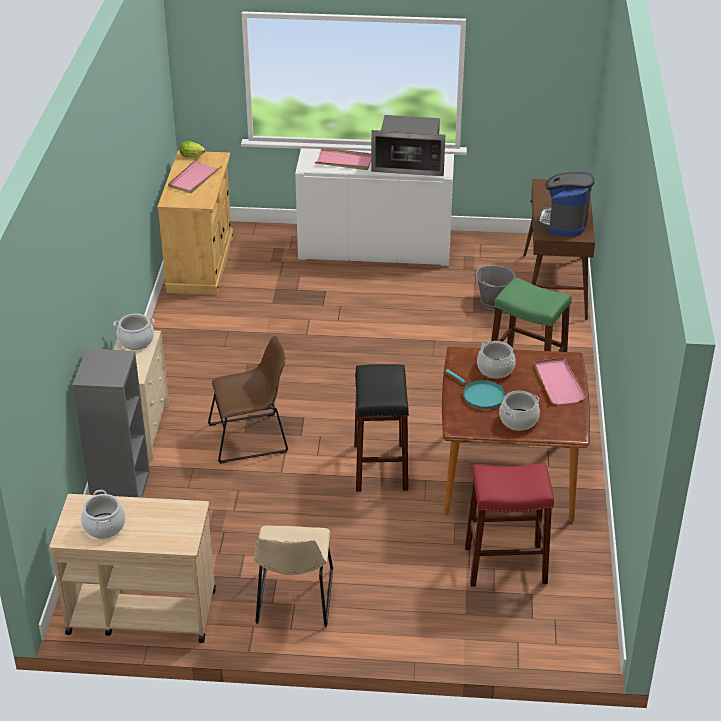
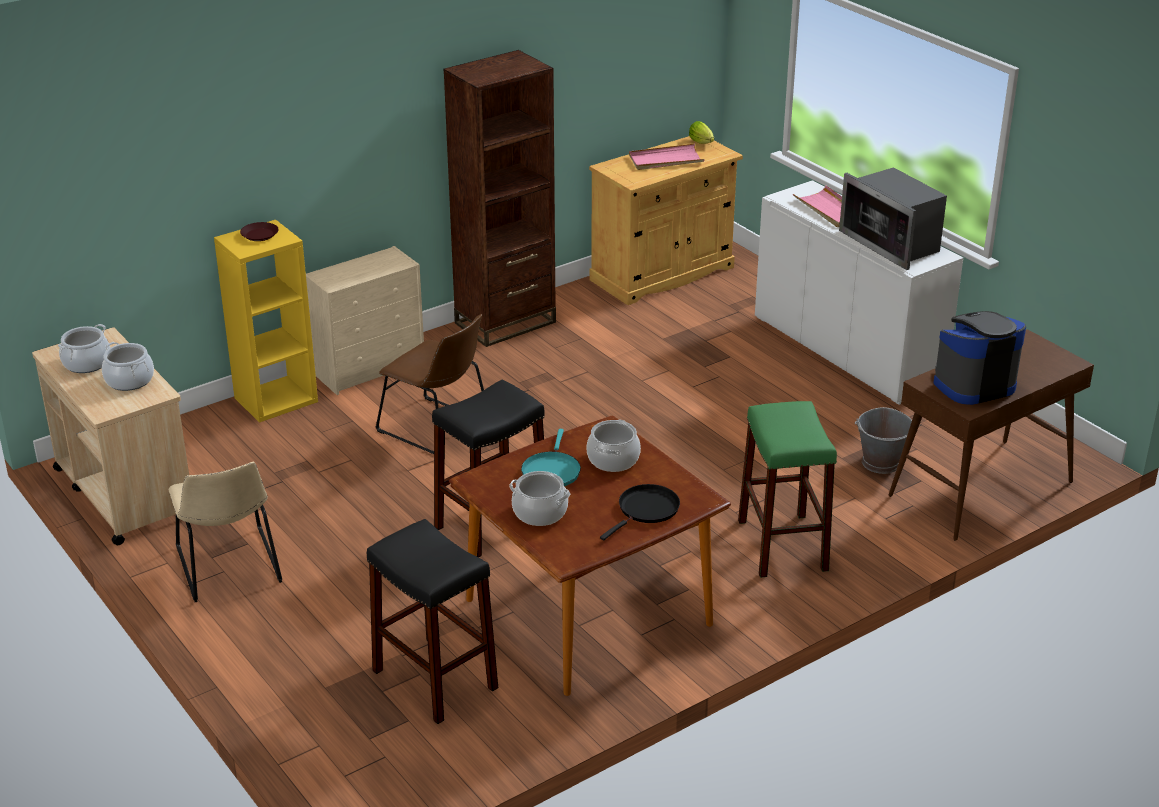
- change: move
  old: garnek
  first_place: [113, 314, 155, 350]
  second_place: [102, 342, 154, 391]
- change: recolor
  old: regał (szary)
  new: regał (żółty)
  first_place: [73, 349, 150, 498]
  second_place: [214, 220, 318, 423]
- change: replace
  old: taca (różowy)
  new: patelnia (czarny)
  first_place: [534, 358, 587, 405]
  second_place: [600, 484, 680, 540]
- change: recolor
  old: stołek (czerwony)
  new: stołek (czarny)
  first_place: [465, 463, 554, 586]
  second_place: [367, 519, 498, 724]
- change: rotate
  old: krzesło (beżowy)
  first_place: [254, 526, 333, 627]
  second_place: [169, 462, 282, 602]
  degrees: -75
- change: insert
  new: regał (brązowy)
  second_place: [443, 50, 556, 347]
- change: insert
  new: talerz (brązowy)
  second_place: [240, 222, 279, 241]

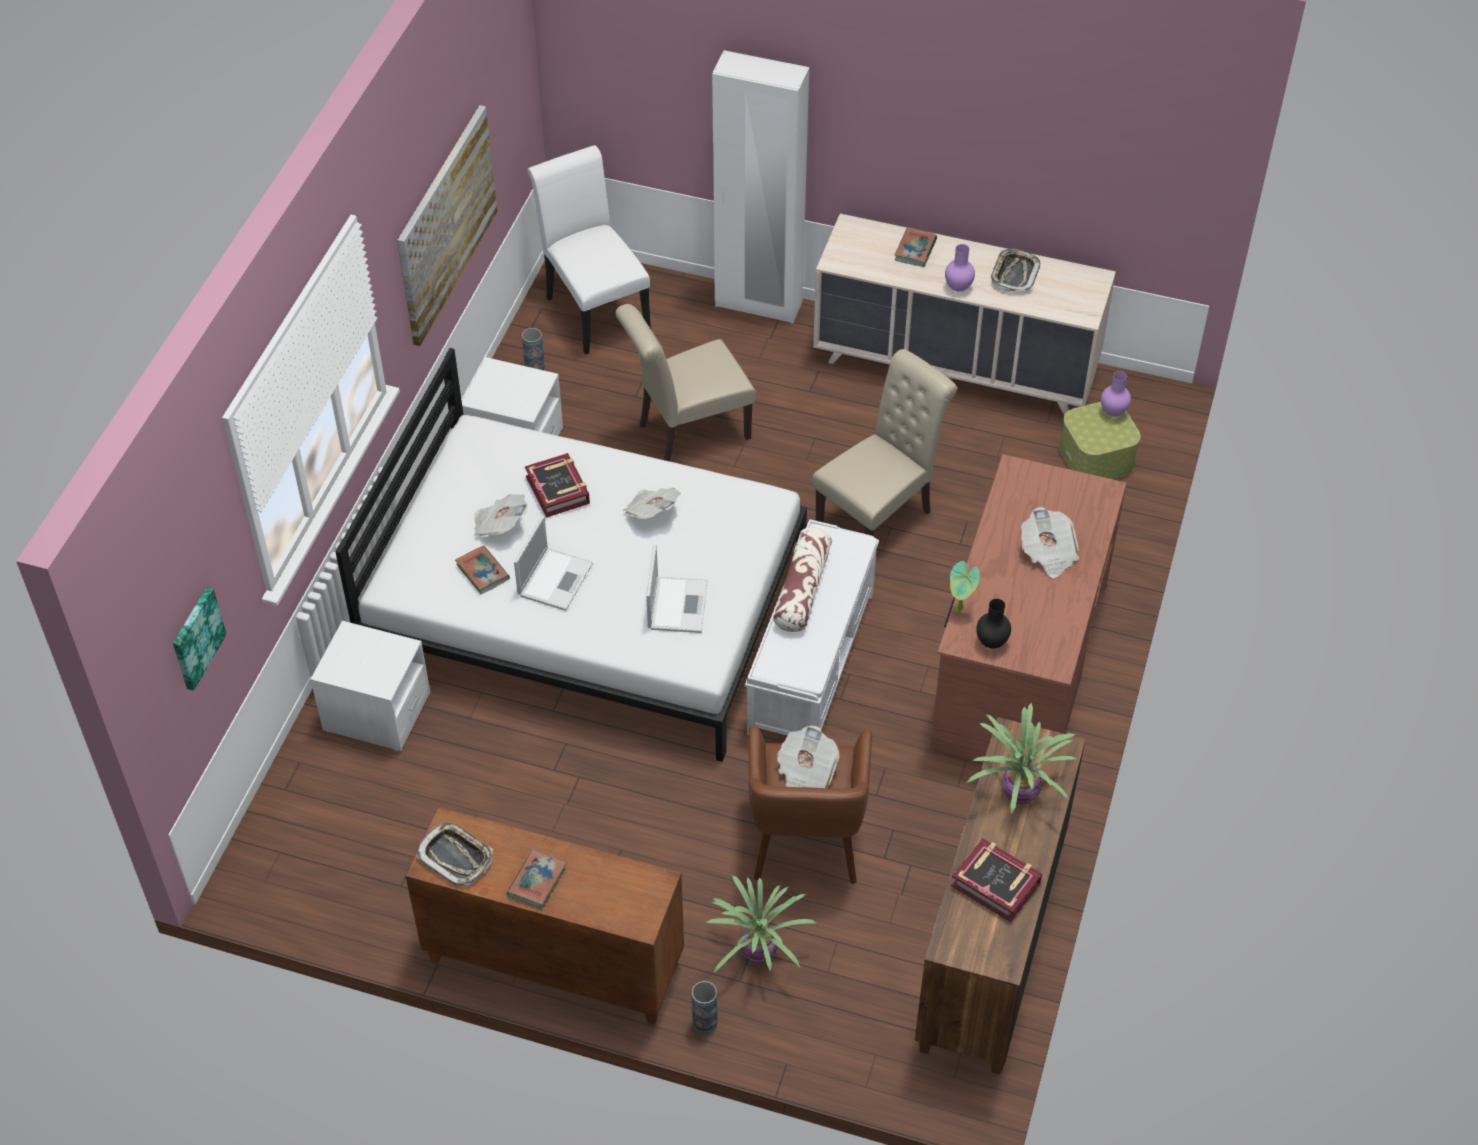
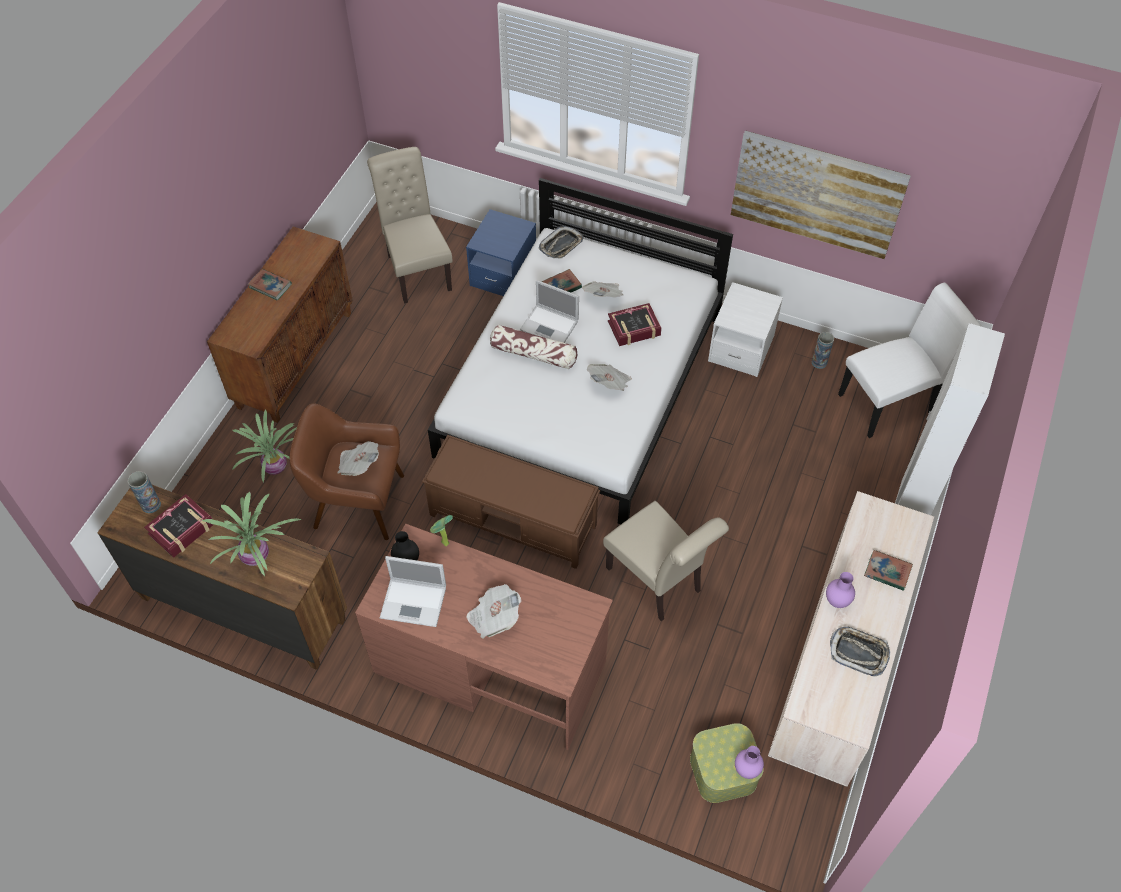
- change: move
  old: krzesło (beżowy)
  first_place: [615, 304, 756, 461]
  second_place: [367, 147, 453, 304]
- change: recolor
  old: ławka (biały)
  new: ławka (brązowy)
  first_place: [745, 519, 879, 735]
  second_place: [422, 435, 600, 569]
- change: move
  old: poduszka
  first_place: [773, 528, 832, 632]
  second_place: [490, 325, 577, 369]
- change: move
  old: laptop
  first_place: [646, 545, 708, 633]
  second_place: [380, 556, 446, 627]
- change: delete
  old: obraz
  first_place: [173, 587, 227, 691]
- change: recolor
  old: szafka nocna (biały)
  new: szafka nocna (niebieski)
  first_place: [310, 621, 430, 751]
  second_place: [466, 209, 536, 296]
- change: move
  old: taca
  first_place: [416, 822, 493, 886]
  second_place: [539, 226, 583, 259]
- change: move
  old: wazon
  first_place: [692, 981, 718, 1034]
  second_place: [127, 471, 161, 513]

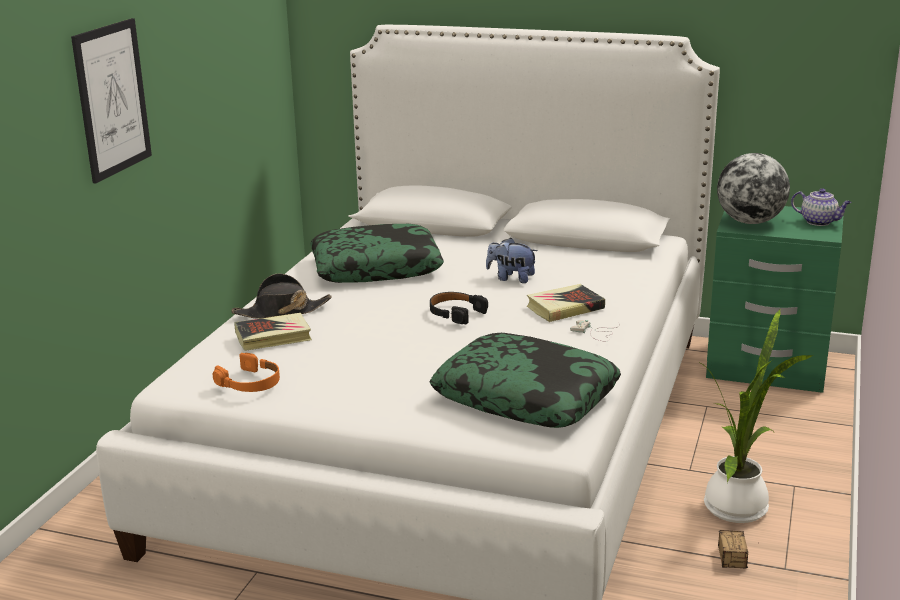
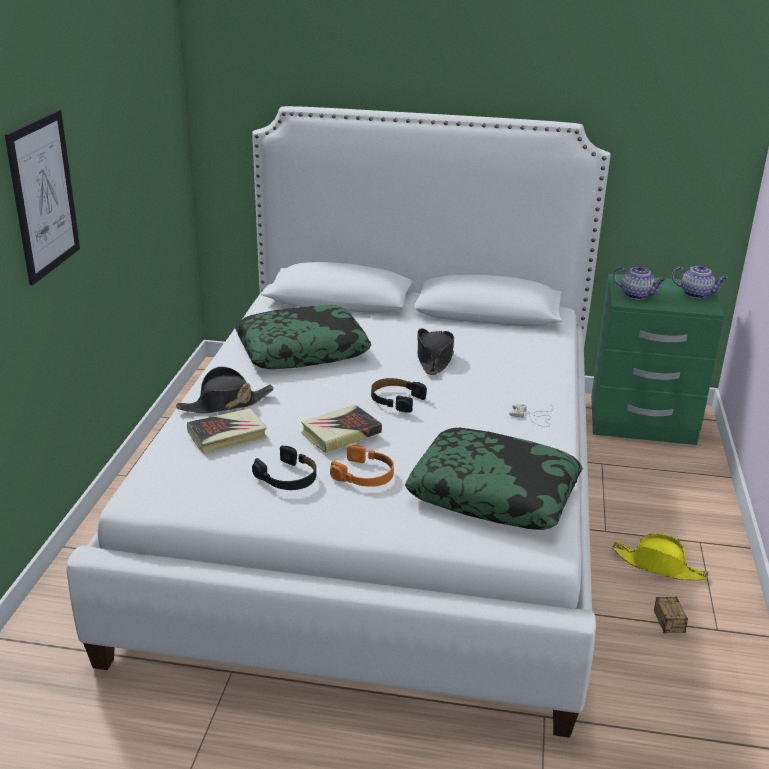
- change: replace
  old: globus
  new: imbryk
  first_place: [717, 153, 790, 224]
  second_place: [613, 265, 666, 299]
- change: replace
  old: pluszak
  new: kapelusz (czarny)
  first_place: [486, 238, 538, 283]
  second_place: [418, 328, 454, 375]
- change: move
  old: książka
  first_place: [527, 284, 605, 322]
  second_place: [301, 405, 382, 453]
- change: replace
  old: roślina doniczkowa
  new: kapelusz (żółty)
  first_place: [702, 310, 813, 523]
  second_place: [612, 533, 709, 580]
- change: move
  old: słuchawki (pomarańczowy)
  first_place: [213, 353, 280, 392]
  second_place: [330, 445, 394, 487]
- change: insert
  new: słuchawki (czarny)
  second_place: [252, 445, 316, 490]

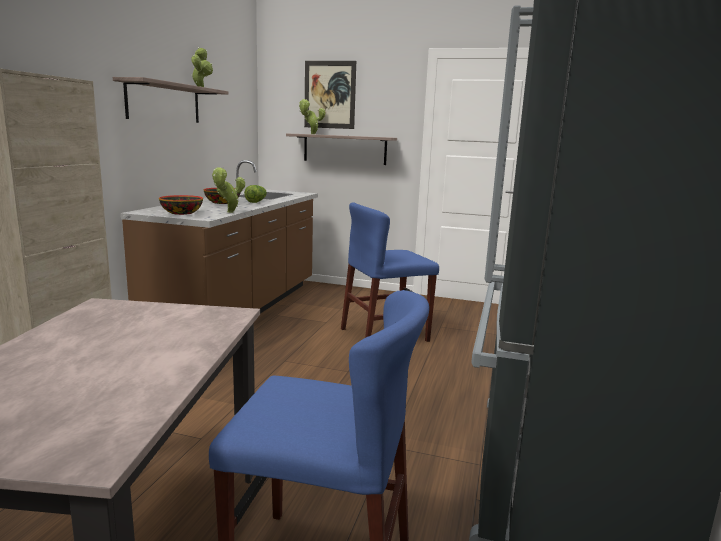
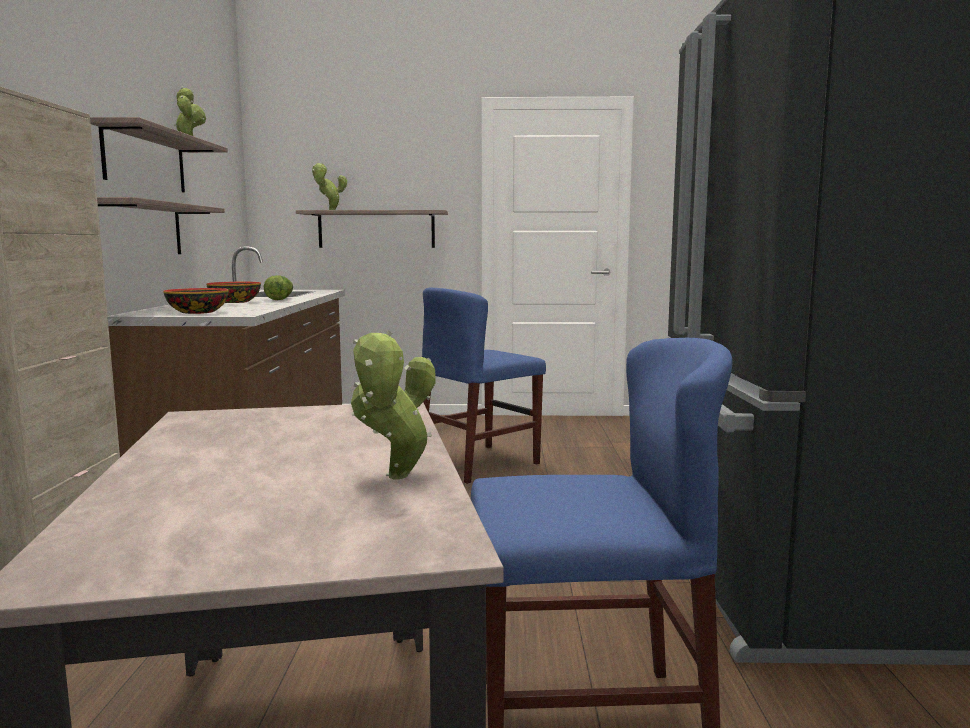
- change: delete
  old: obraz
  first_place: [304, 61, 356, 129]
- change: move
  old: roślina doniczkowa
  first_place: [212, 167, 245, 213]
  second_place: [351, 330, 435, 479]
- change: insert
  new: półka
  second_place: [97, 197, 225, 254]

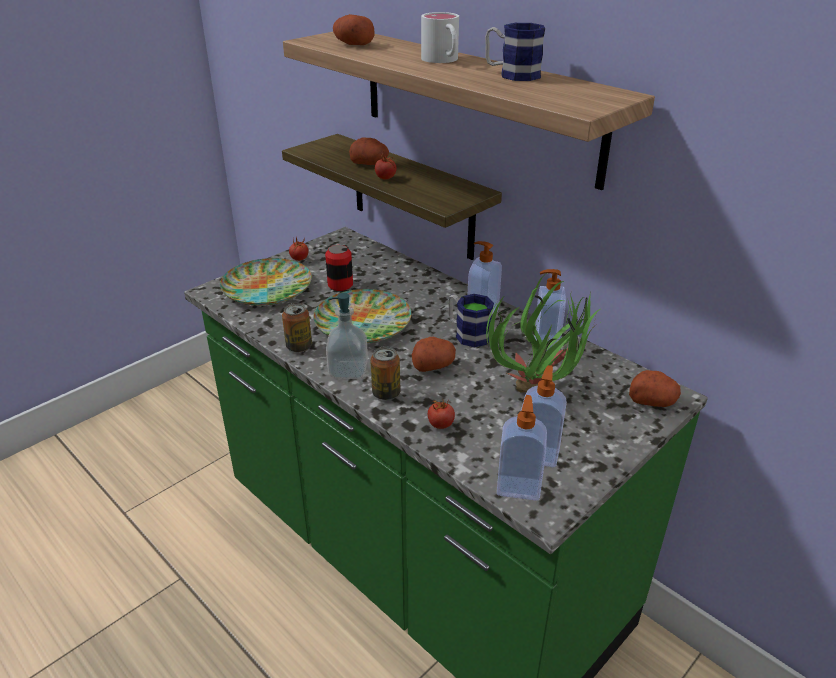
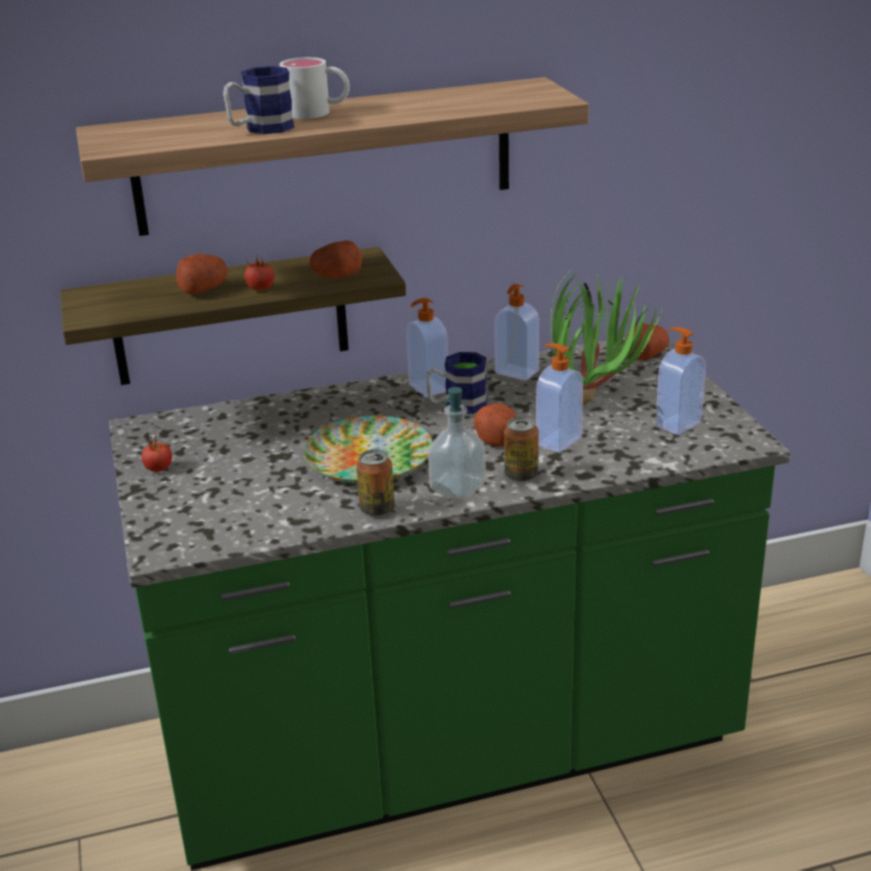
- change: move
  old: ziemniak
  first_place: [333, 14, 375, 45]
  second_place: [310, 240, 362, 279]
- change: move
  old: kubek
  first_place: [485, 23, 545, 81]
  second_place: [223, 66, 294, 134]
- change: delete
  old: puszka
  first_place: [325, 245, 353, 291]
- change: delete
  old: talerz
  first_place: [220, 258, 312, 306]
- change: move
  old: dozownik mydła
  first_place: [497, 395, 547, 500]
  second_place: [536, 343, 583, 453]
- change: delete
  old: pomidor
  first_place: [428, 401, 455, 429]

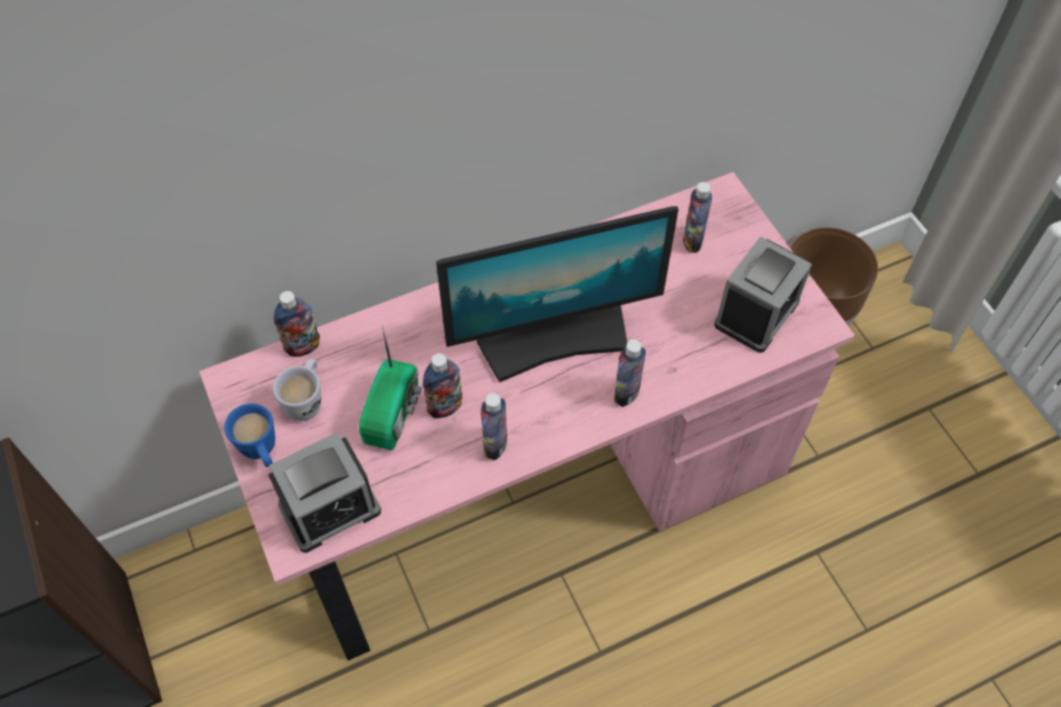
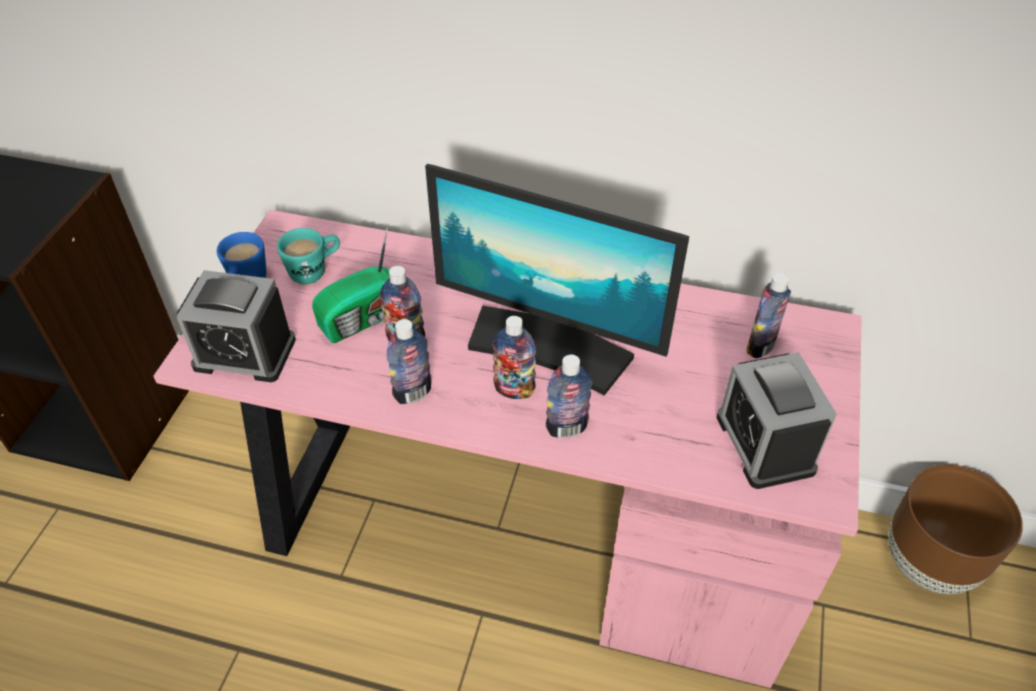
- change: rotate
  old: budzik
  first_place: [714, 236, 812, 353]
  second_place: [716, 352, 837, 489]
  degrees: 90
- change: move
  old: butelka
  first_place: [274, 291, 320, 357]
  second_place: [492, 316, 536, 399]
- change: recolor
  old: kubek (biały)
  new: kubek (turkusowy)
  first_place: [273, 358, 321, 421]
  second_place: [277, 228, 340, 284]

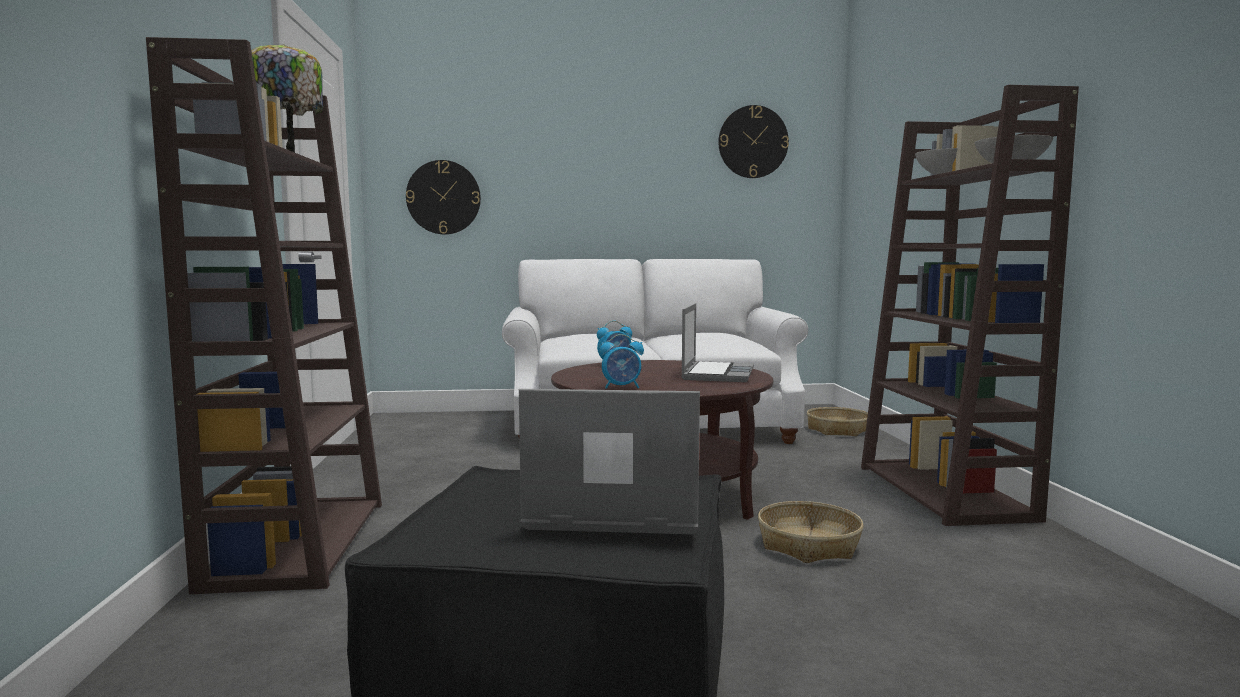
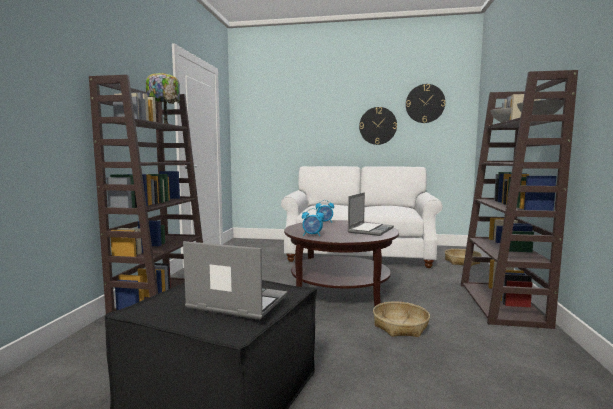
- change: move
  old: zegar ścienny
  first_place: [406, 160, 481, 235]
  second_place: [359, 107, 397, 145]

